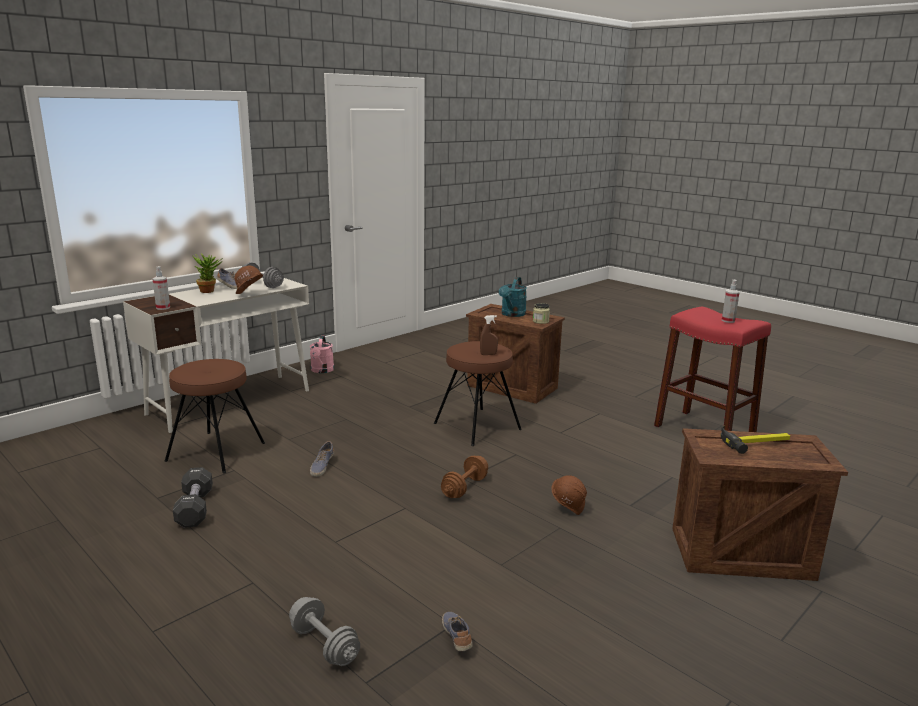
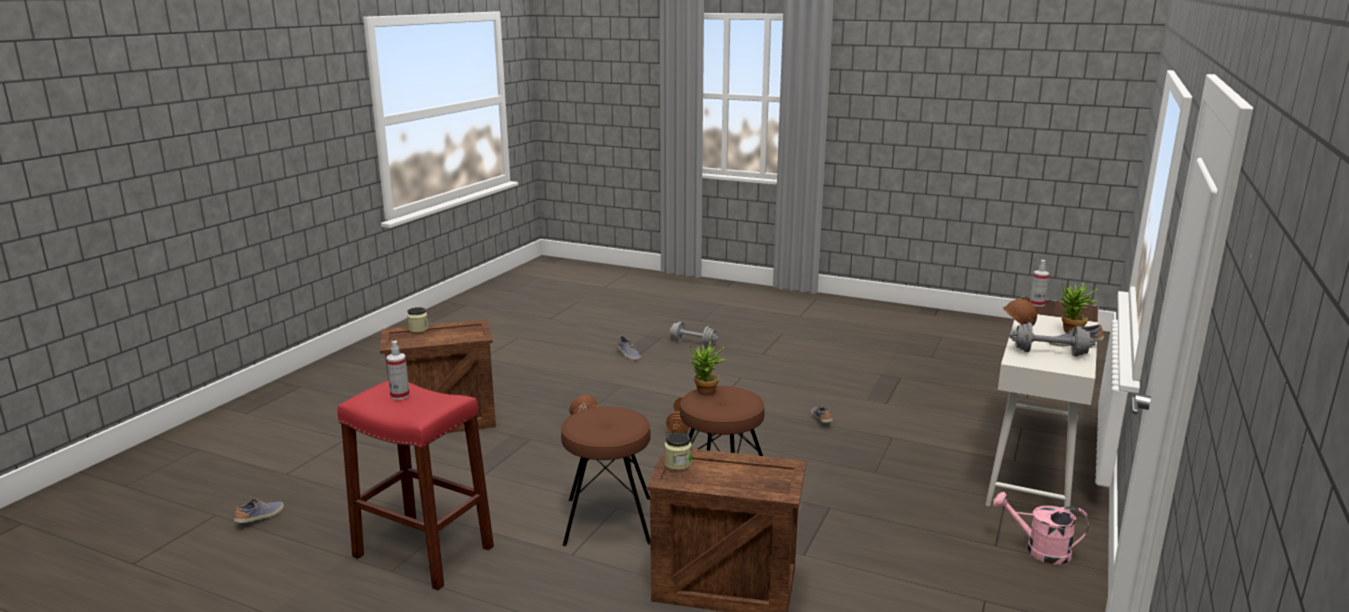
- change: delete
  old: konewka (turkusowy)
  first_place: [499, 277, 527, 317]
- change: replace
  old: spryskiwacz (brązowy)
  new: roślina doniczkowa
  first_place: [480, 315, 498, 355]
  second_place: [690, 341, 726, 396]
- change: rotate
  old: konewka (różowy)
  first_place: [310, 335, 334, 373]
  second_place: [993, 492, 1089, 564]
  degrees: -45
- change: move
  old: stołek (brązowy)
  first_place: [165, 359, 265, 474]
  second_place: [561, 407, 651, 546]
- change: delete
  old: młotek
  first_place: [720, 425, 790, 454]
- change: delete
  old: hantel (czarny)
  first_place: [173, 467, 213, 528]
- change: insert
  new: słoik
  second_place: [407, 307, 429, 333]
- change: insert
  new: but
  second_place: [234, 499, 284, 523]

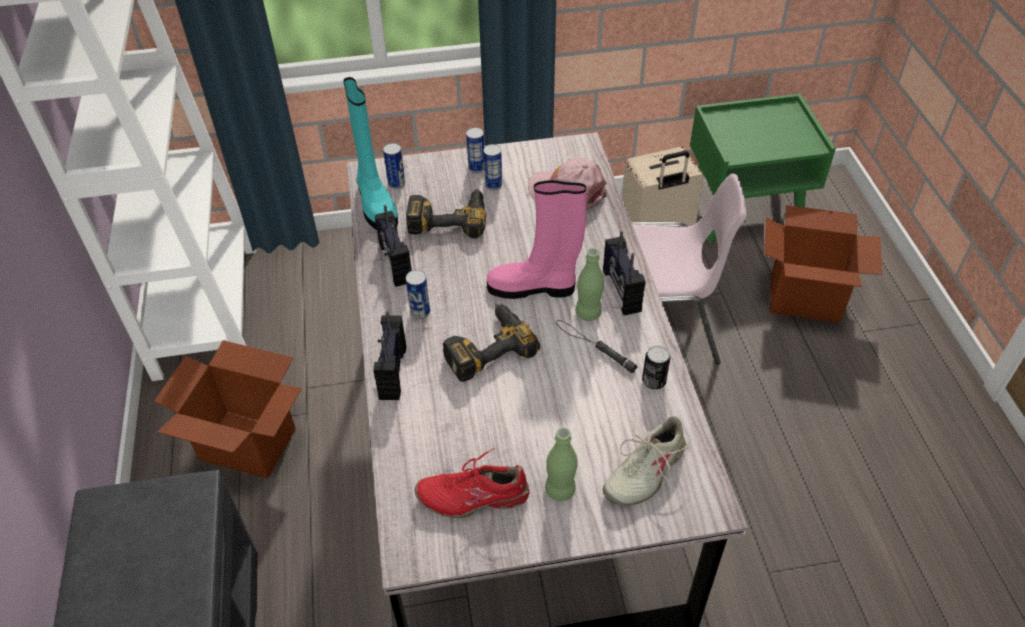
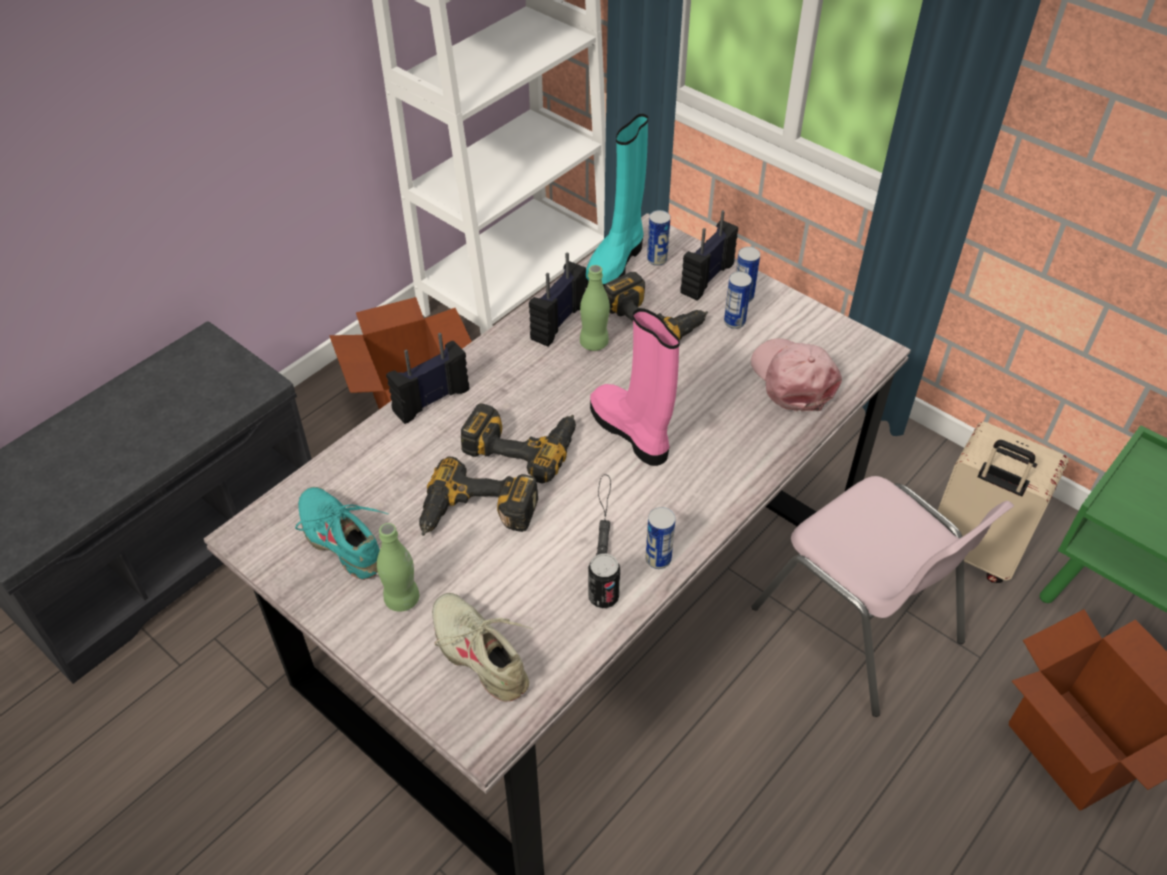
- change: move
  old: radio
  first_place: [603, 231, 645, 315]
  second_place: [680, 210, 738, 300]
- change: move
  old: butelka (zielony)
  first_place: [576, 248, 604, 321]
  second_place: [580, 265, 610, 351]
- change: move
  old: puszka
  first_place: [406, 270, 430, 319]
  second_place: [645, 507, 676, 569]
- change: rotate
  old: but (beżowy)
  first_place: [603, 416, 693, 506]
  second_place: [432, 593, 533, 702]
  degrees: 45
- change: recolor
  old: but (czerwony)
  new: but (turkusowy)
  first_place: [415, 448, 530, 518]
  second_place: [295, 487, 388, 580]
- change: insert
  new: wiertarka
  second_place: [419, 456, 538, 536]

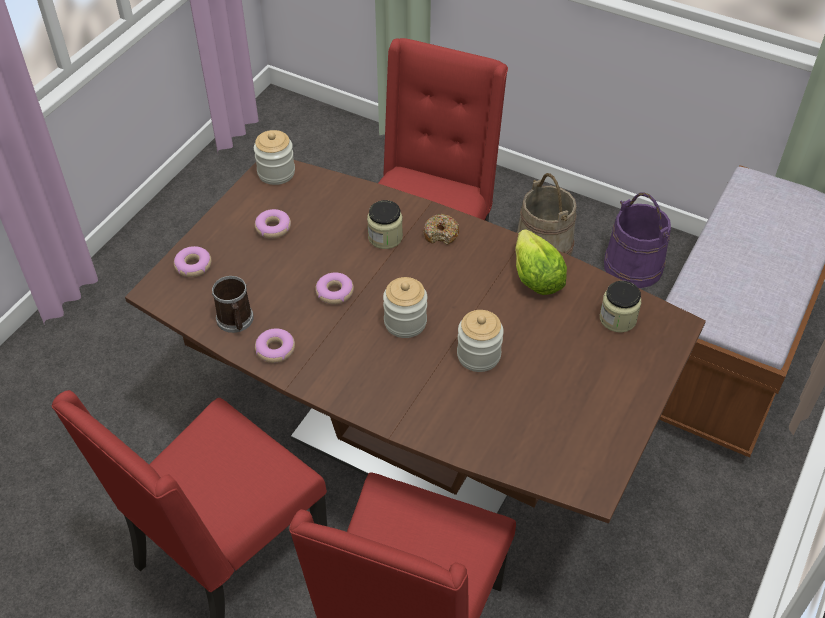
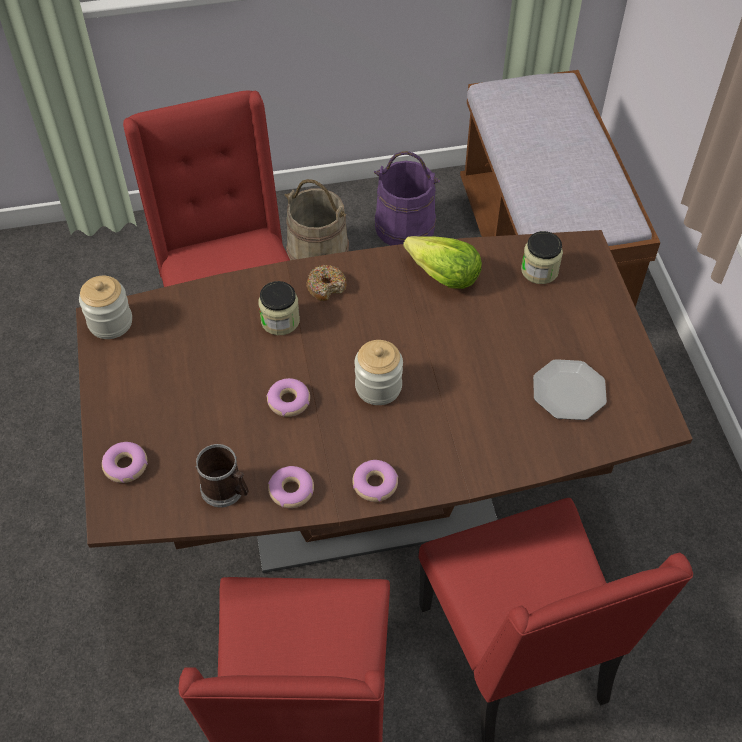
- change: move
  old: donut
  first_place: [255, 209, 291, 239]
  second_place: [352, 460, 398, 502]
- change: delete
  old: słoik
  first_place: [457, 310, 504, 372]
- change: insert
  new: talerz
  second_place: [533, 359, 607, 420]

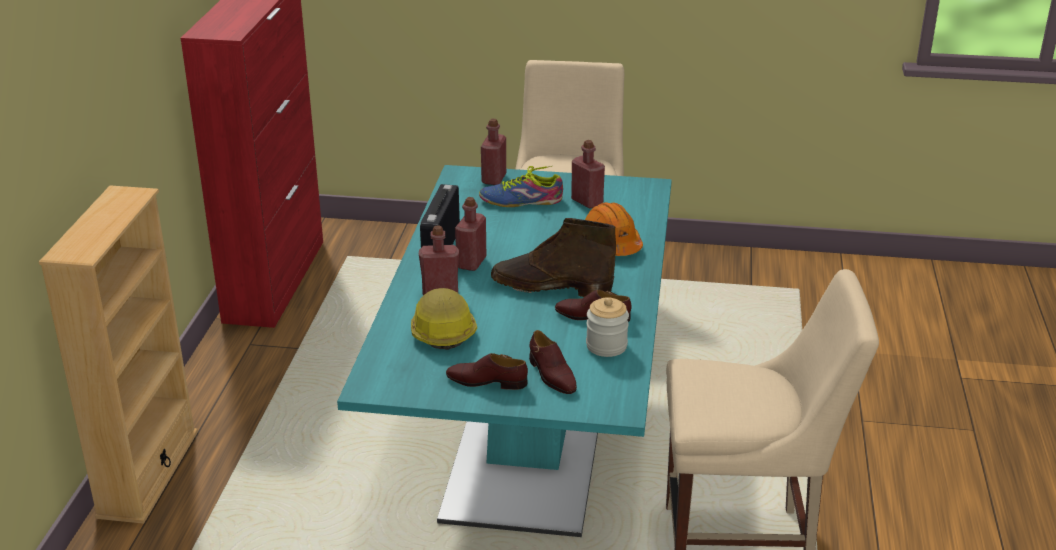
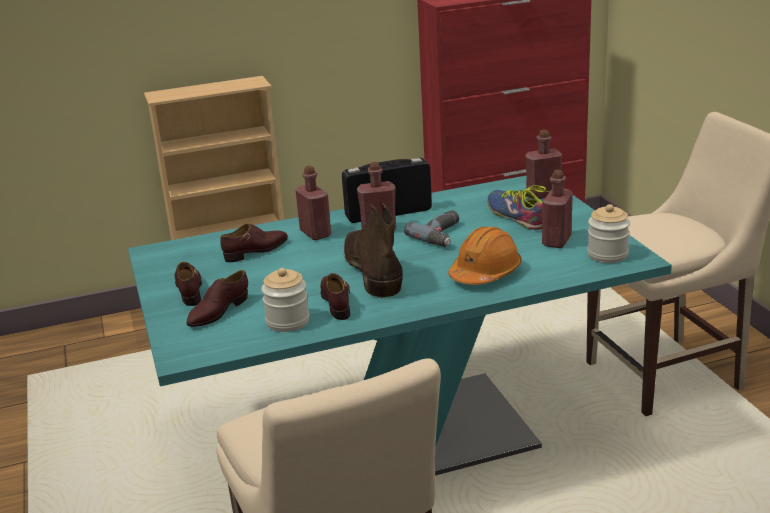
- change: replace
  old: kask
  new: but (brązowy)
  first_place: [411, 288, 477, 350]
  second_place: [220, 223, 288, 262]
- change: insert
  new: słoik
  second_place: [587, 204, 630, 263]
- change: insert
  new: wiertarka
  second_place: [404, 210, 459, 247]

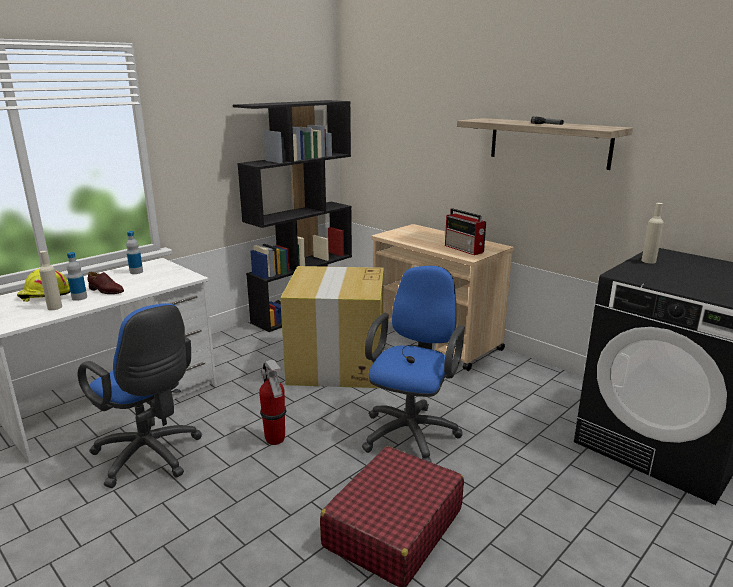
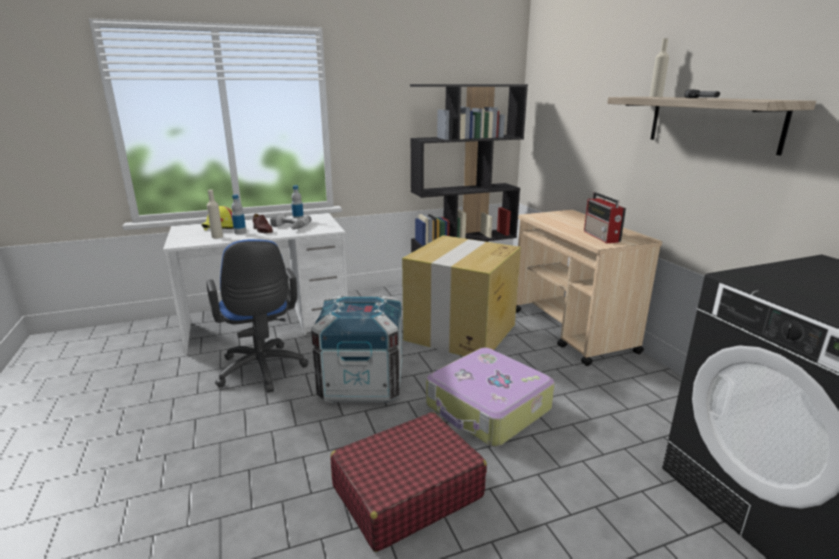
- change: move
  old: butelka (beżowy)
  first_place: [641, 203, 664, 263]
  second_place: [650, 38, 669, 97]
- change: replace
  old: krzesło biurowe (niebieski)
  new: walizka
  first_place: [362, 266, 465, 463]
  second_place: [426, 348, 555, 447]
- change: replace
  old: gaśnica
  new: skrzynka
  first_place: [259, 360, 286, 445]
  second_place: [311, 295, 402, 403]
- change: insert
  new: wiertarka
  second_place: [270, 213, 311, 230]

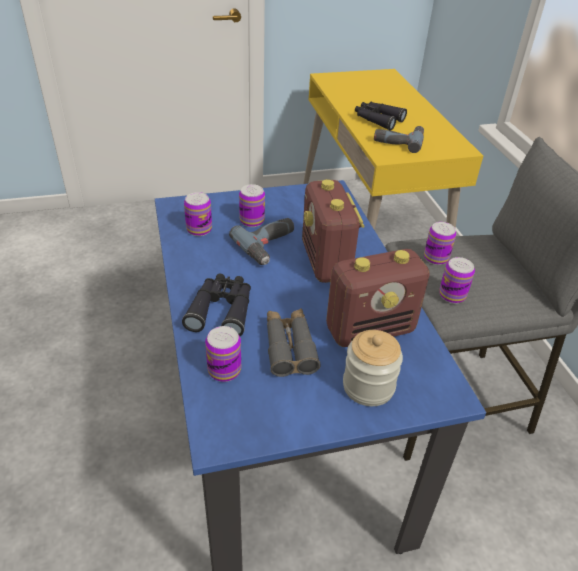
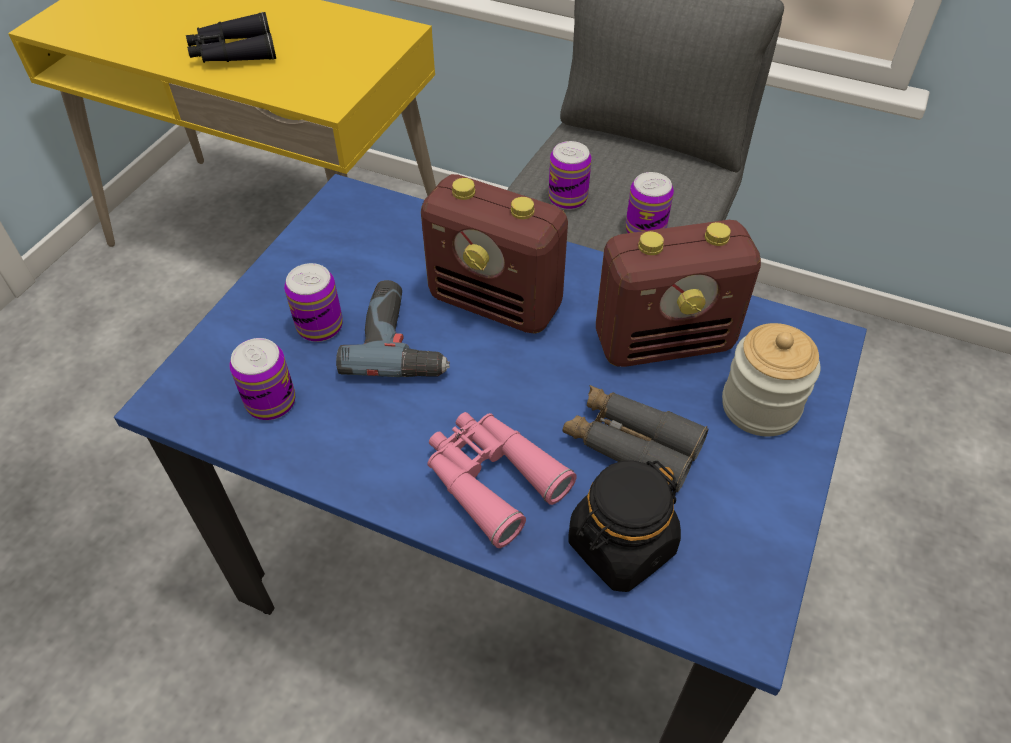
- change: delete
  old: wiertarka
  first_place: [374, 126, 424, 153]
- change: rotate
  old: radio
  first_place: [326, 249, 430, 347]
  second_place: [596, 220, 761, 367]
  degrees: 60
- change: recolor
  old: lornetka (czarny)
  new: lornetka (różowy)
  first_place: [182, 274, 251, 336]
  second_place: [427, 412, 577, 548]
- change: replace
  old: puszka
  new: słoik (czarny)
  first_place: [205, 326, 241, 382]
  second_place: [568, 460, 681, 592]

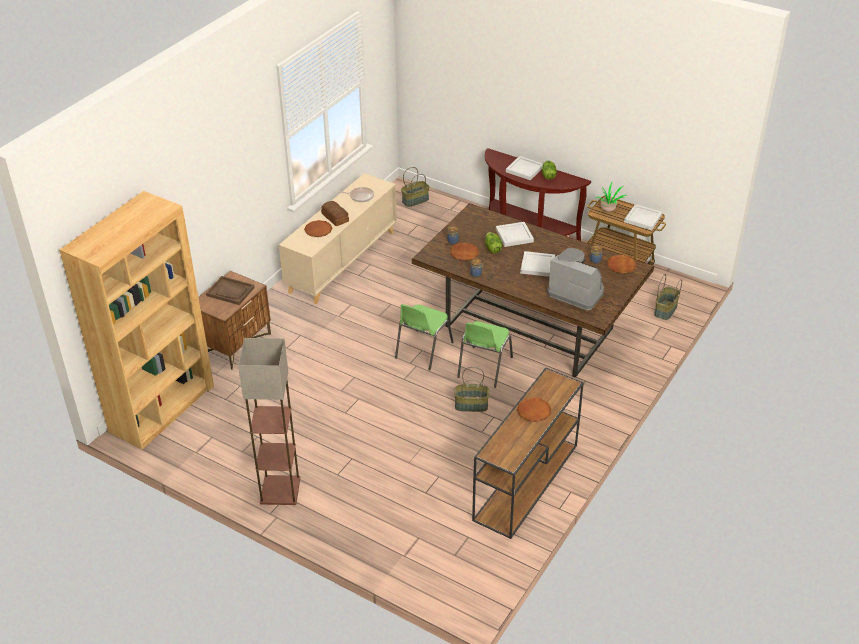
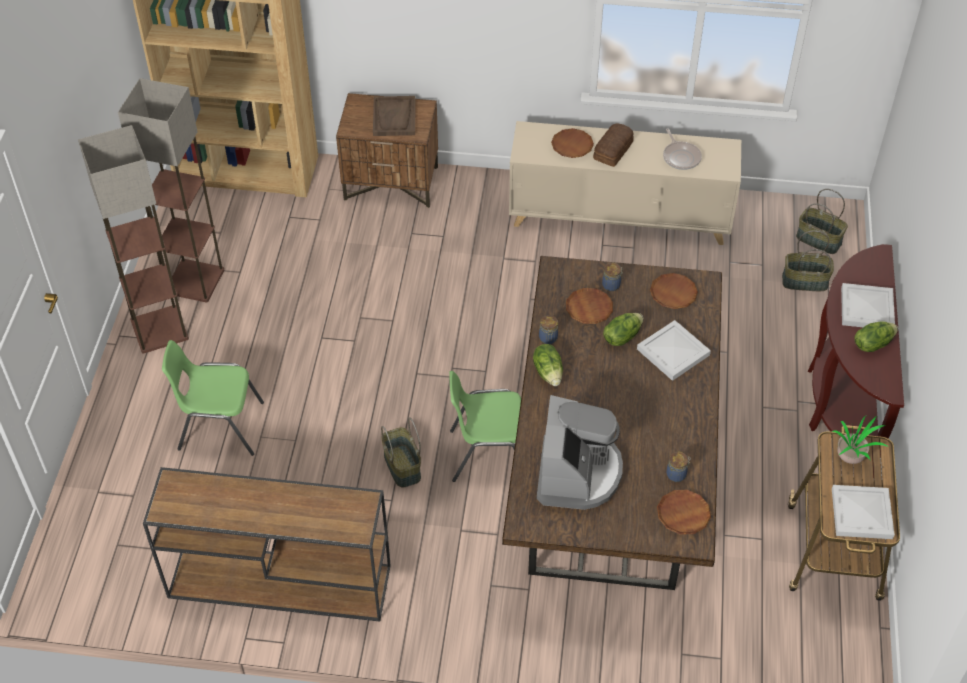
- change: delete
  old: taca (biały)
  first_place: [520, 251, 555, 277]
- change: move
  old: koszyk
  first_place: [654, 274, 682, 320]
  second_place: [782, 230, 834, 291]
- change: move
  old: krzesło (zielony)
  first_place: [395, 304, 453, 371]
  second_place: [162, 340, 264, 456]
- change: move
  old: talerz (brązowy)
  first_place: [517, 397, 552, 422]
  second_place: [650, 273, 698, 309]
- change: insert
  new: lampa stojąca
  second_place: [118, 78, 224, 302]
- change: insert
  new: sałata
  second_place: [533, 344, 563, 386]

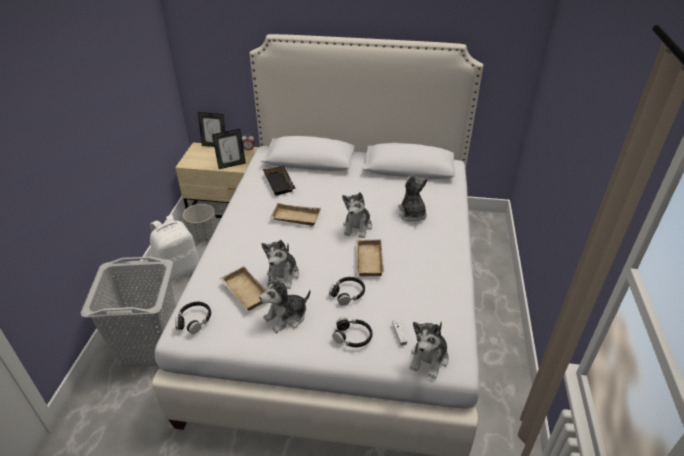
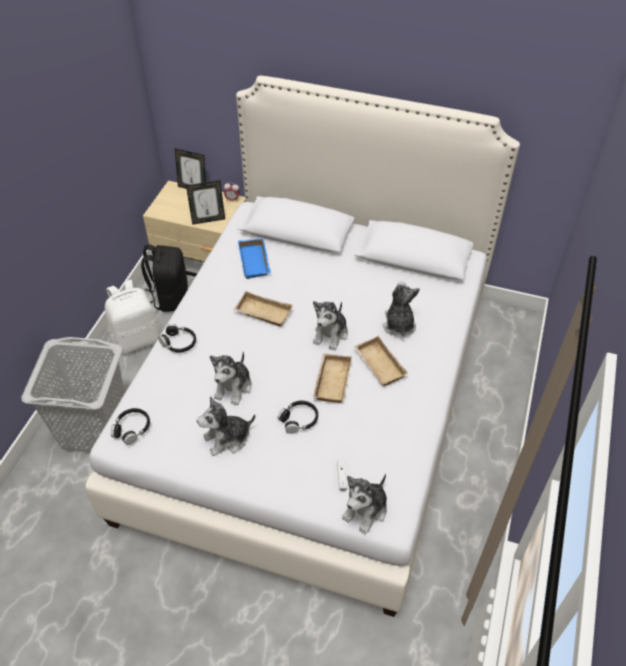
- change: recolor
  old: taca (czarny)
  new: taca (niebieski)
  first_place: [263, 166, 296, 196]
  second_place: [238, 238, 271, 279]
- change: replace
  old: donica (szary)
  new: plecak (czarny)
  first_place: [183, 204, 217, 242]
  second_place: [141, 244, 188, 312]
- change: move
  old: taca (beżowy)
  first_place: [220, 266, 266, 310]
  second_place: [354, 336, 408, 386]
- change: move
  old: słuchawki (czarny)
  first_place: [332, 318, 373, 347]
  second_place: [158, 324, 196, 353]

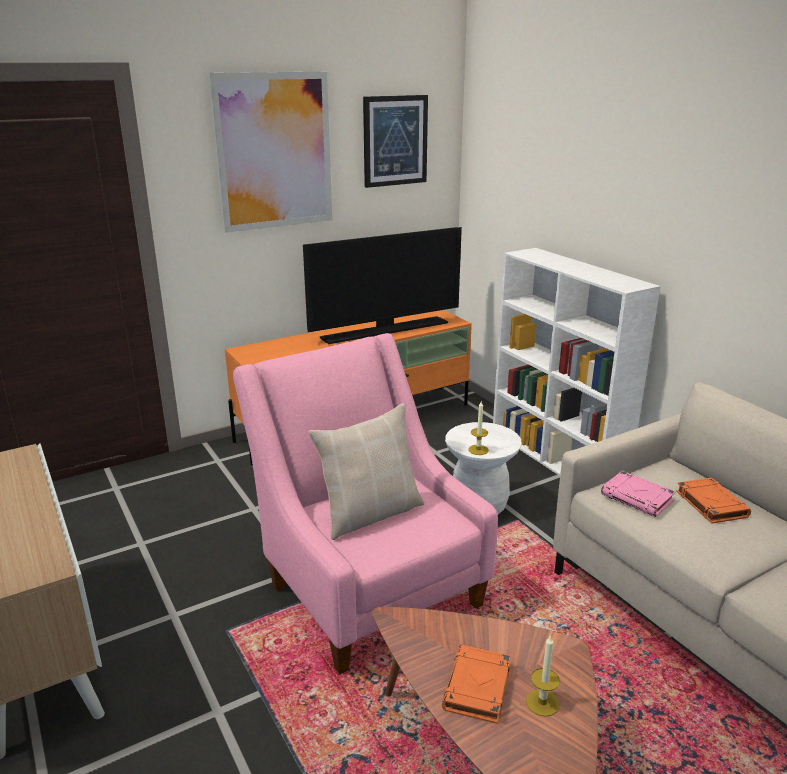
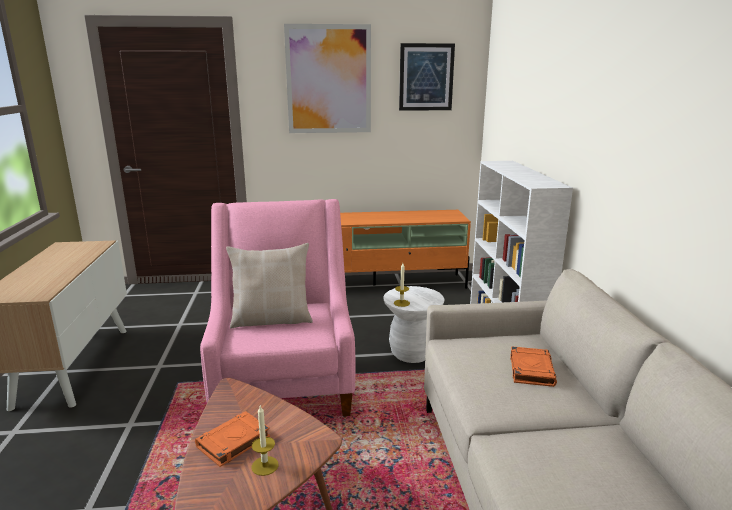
- change: delete
  old: telewizor
  first_place: [303, 227, 462, 344]
- change: delete
  old: książka (różowy)
  first_place: [601, 471, 676, 517]

